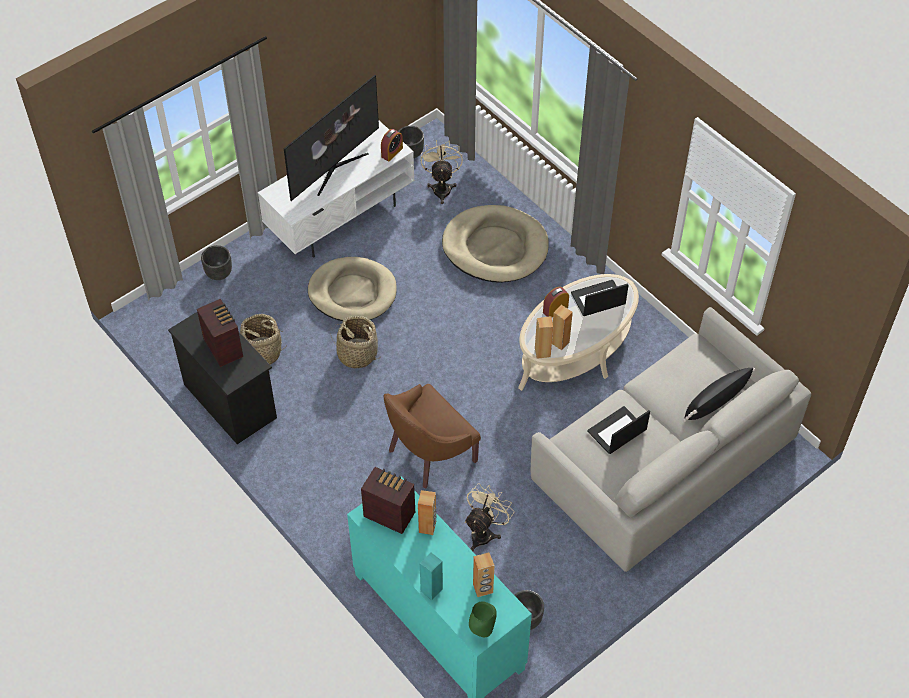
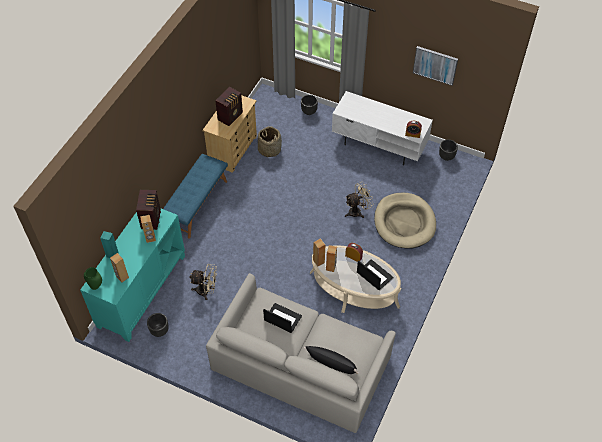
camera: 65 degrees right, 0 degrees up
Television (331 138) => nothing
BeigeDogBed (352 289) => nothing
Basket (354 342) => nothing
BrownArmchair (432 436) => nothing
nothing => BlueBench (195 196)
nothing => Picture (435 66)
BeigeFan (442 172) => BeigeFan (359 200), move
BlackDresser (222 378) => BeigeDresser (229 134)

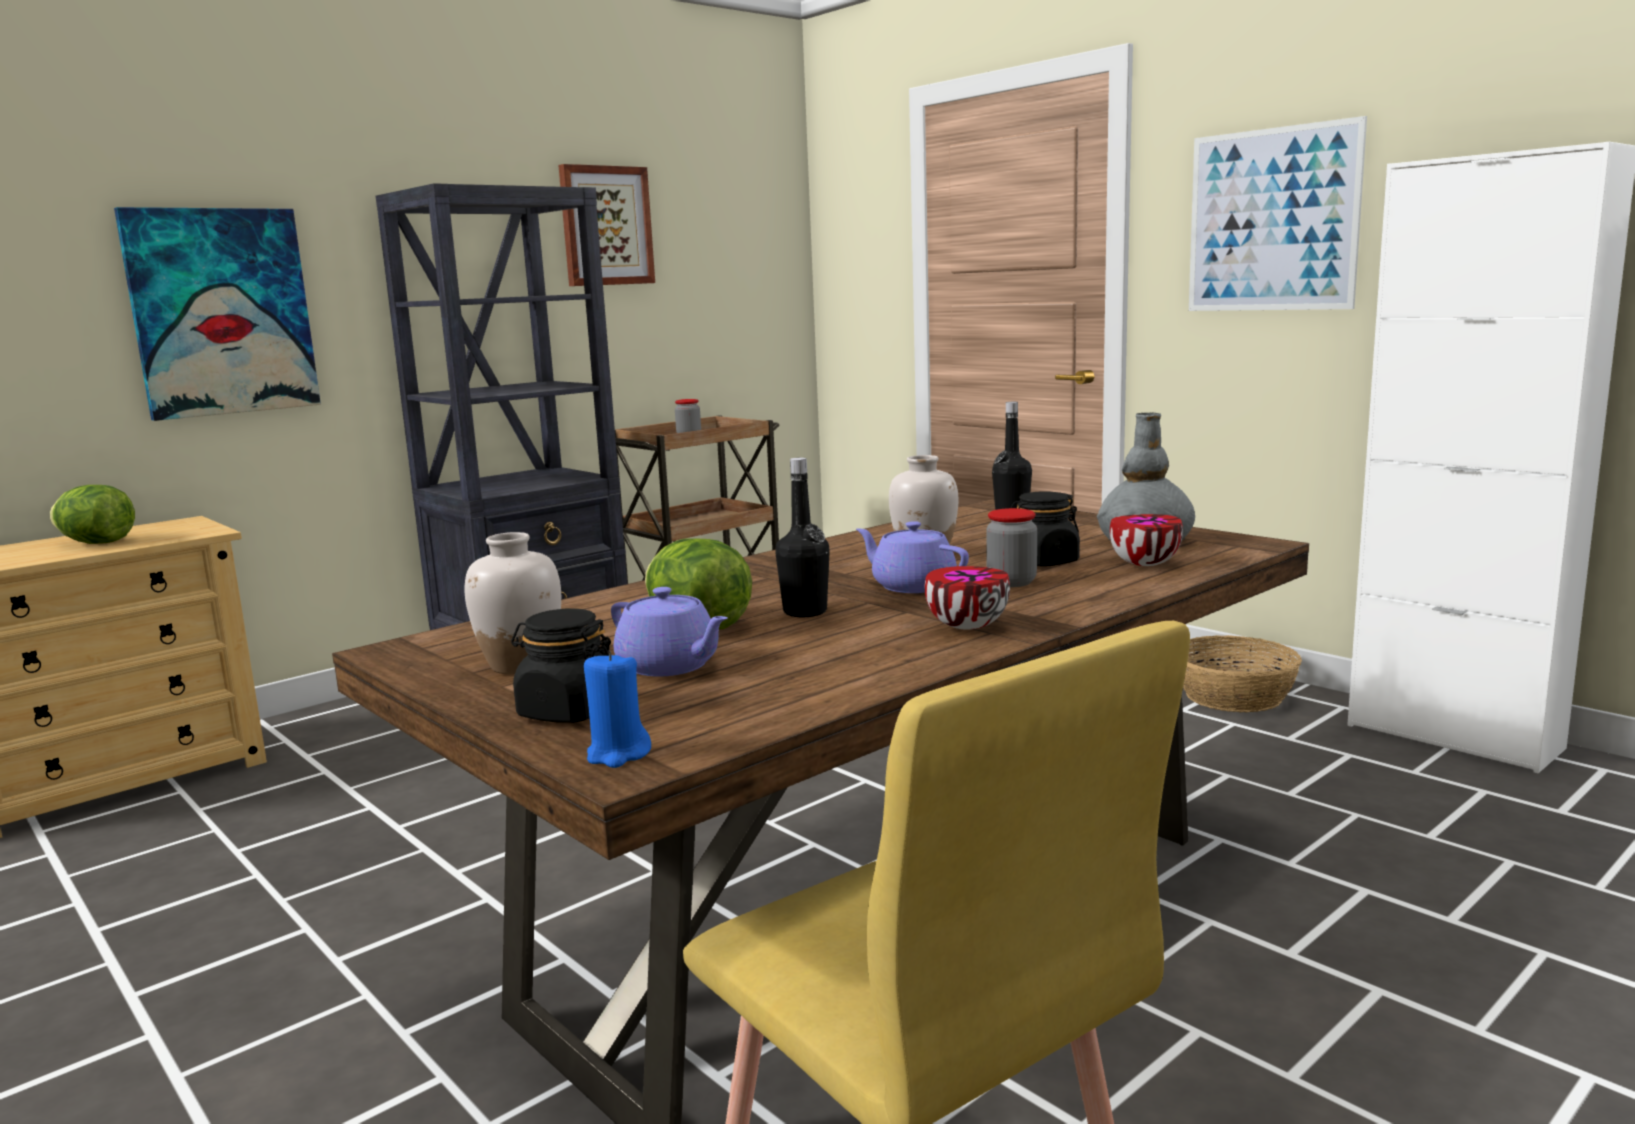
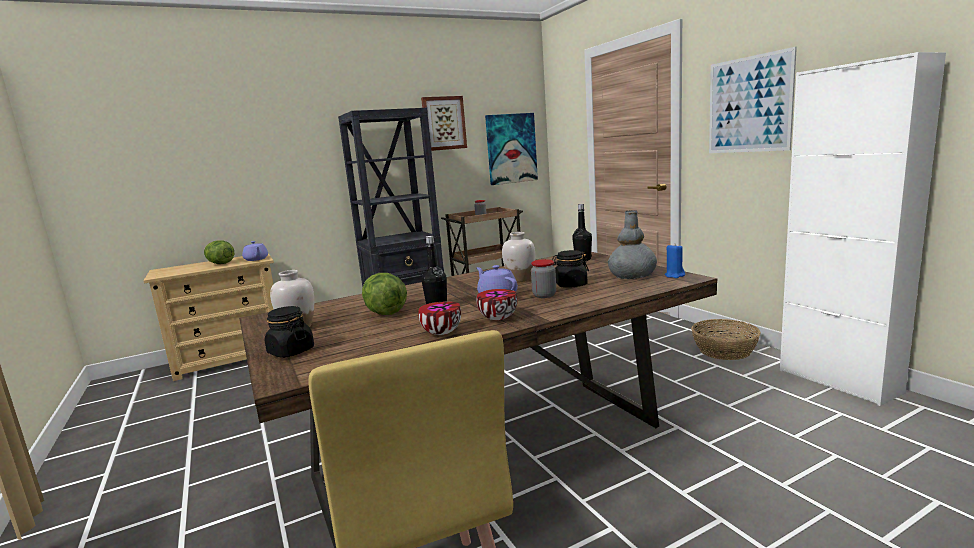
camera: 15 degrees right, 0 degrees up
Picture (217 314) => Picture (511 149), move
BlueCandle (617 709) => BlueCandle (675 261), move
PurpleTeapot (669 632) => PurpleTeapot (255 251), move
Bowl (1146 540) => Bowl (439 318), move

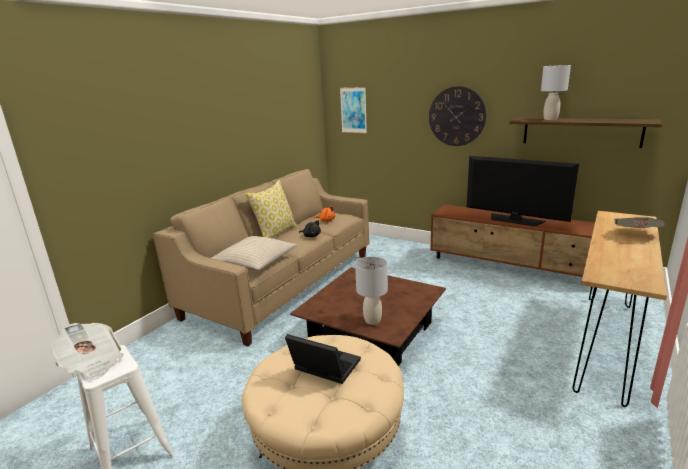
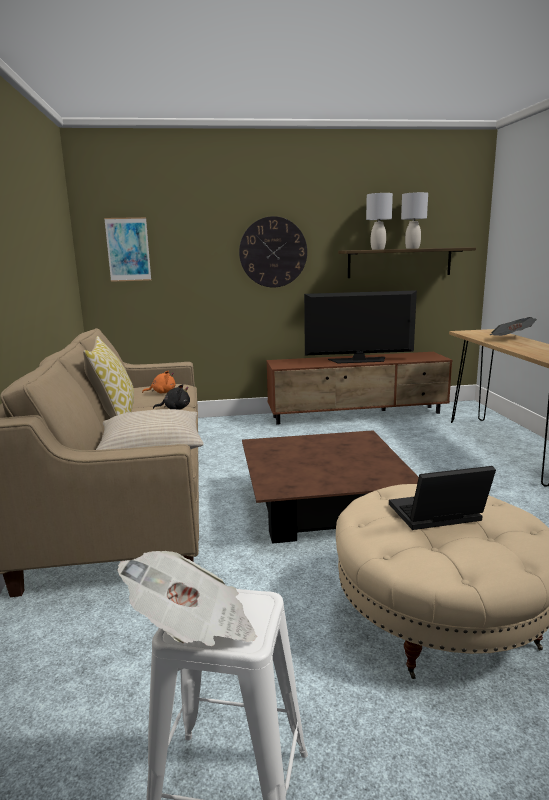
camera: 40 degrees left, 5 degrees down
GreyTableLamp (371 290) => GreyTableLamp (414 220), move

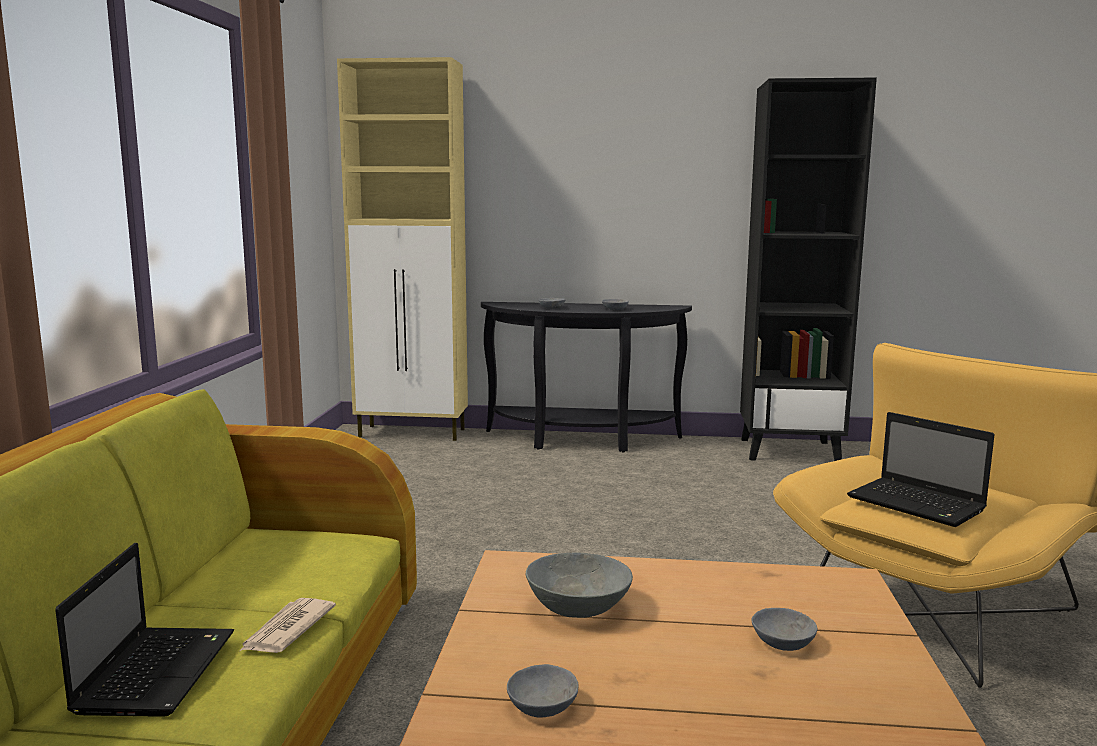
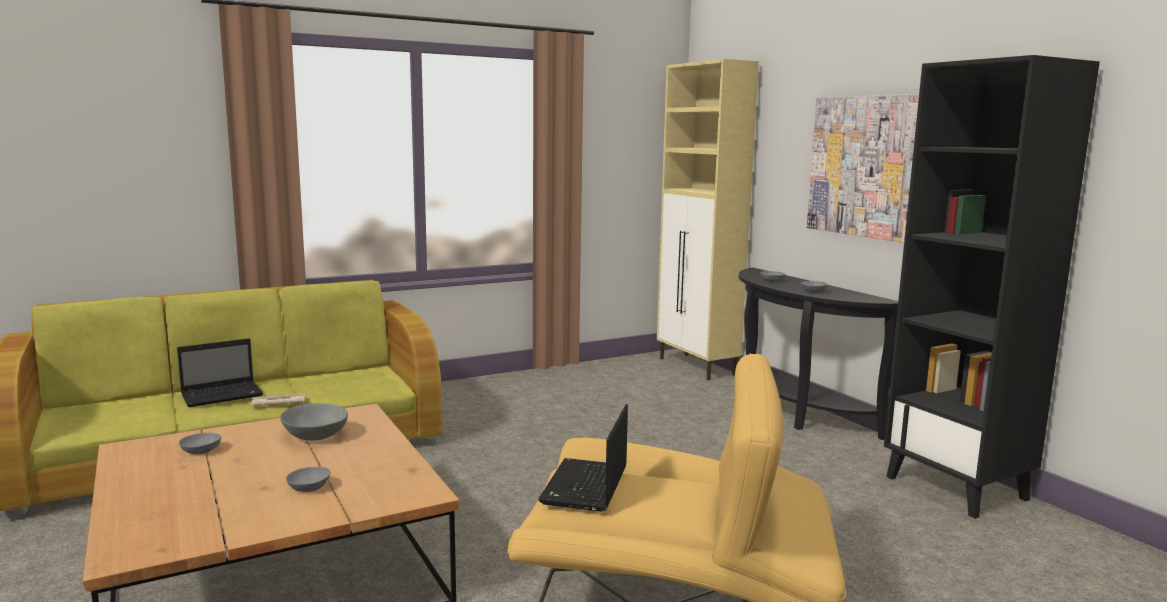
camera: 55 degrees right, 0 degrees up
nothing => Picture (863 168)

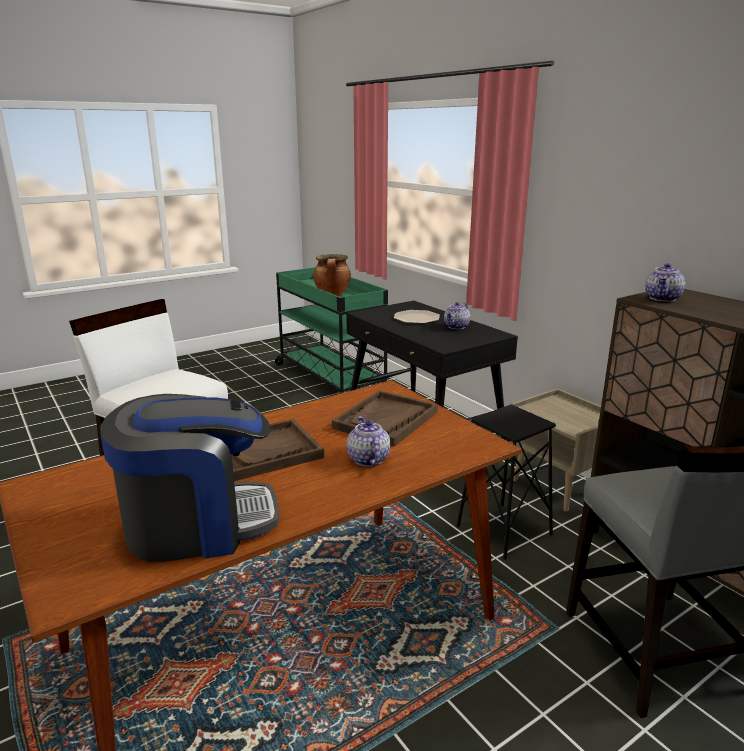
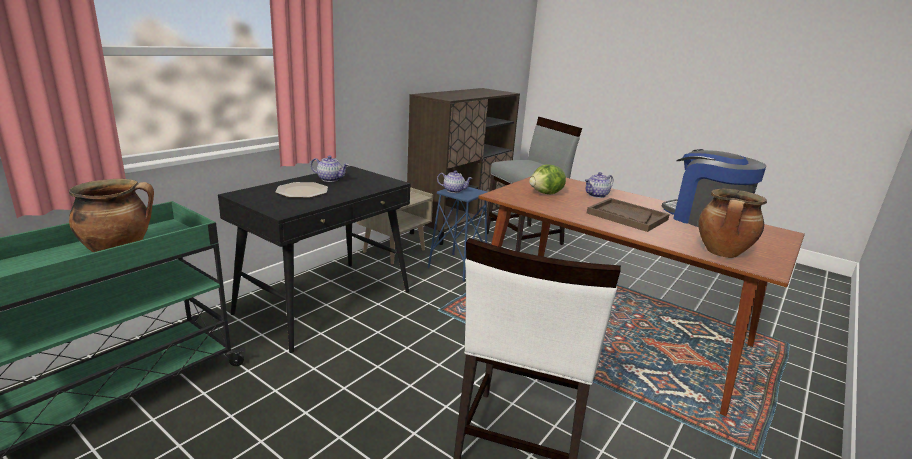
camera: 110 degrees left, 0 degrees up
nothing => CookingPot (732 223)
Teapot (665 282) => Teapot (454 181), move
BrownTray (385 418) => Lettuce (547 179)
BlackStool (506 482) => BlueStool (457 234)

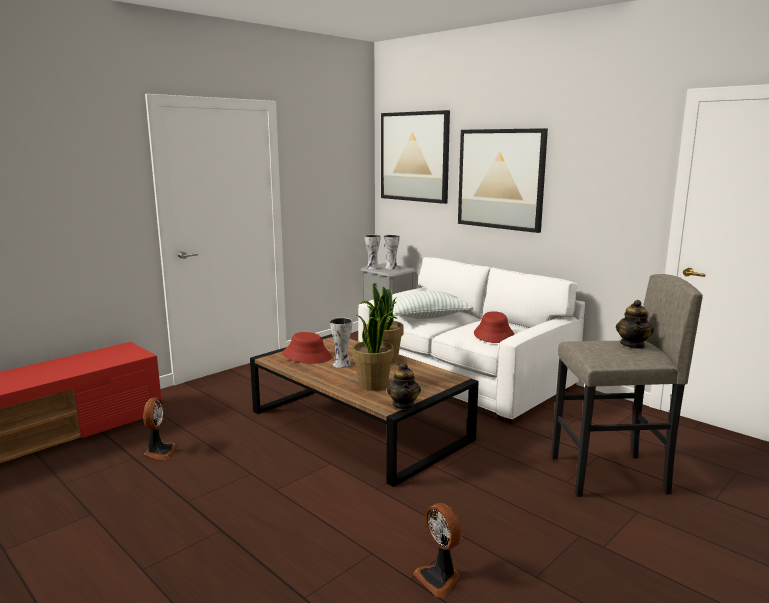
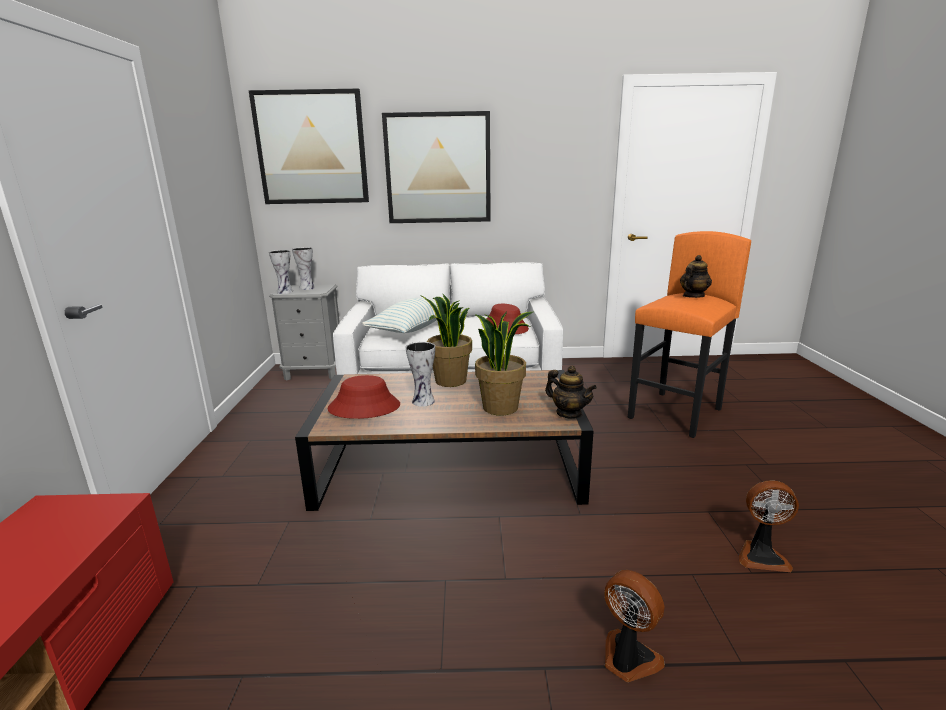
camera: 45 degrees left, 5 degrees up
Fan (160 428) => Fan (634 626), move
GreyStool (627 385) => OrangeStool (689 334)
Teapot (635 324) => Teapot (696 276), 105 degrees counterclockwise

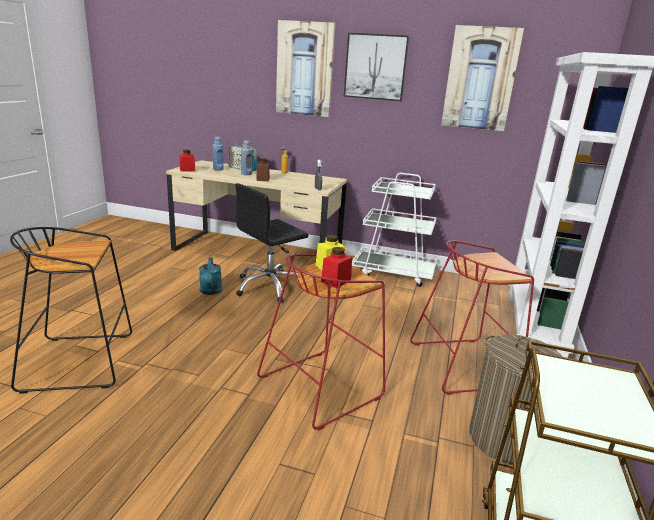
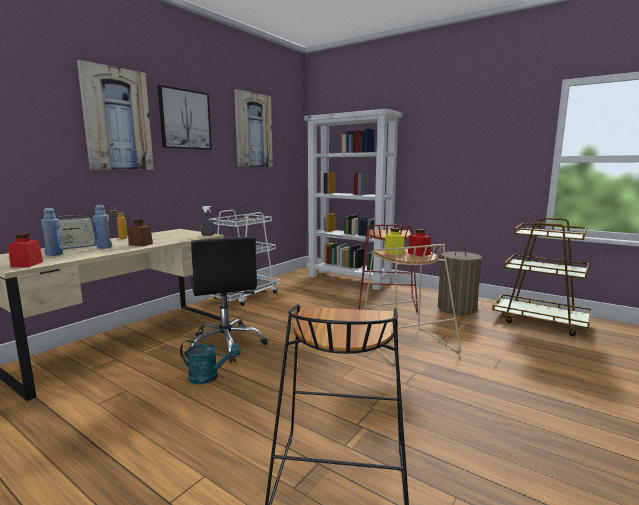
camera: 70 degrees left, 10 degrees down
RedStool (321 342) => BeigeStool (412 304)

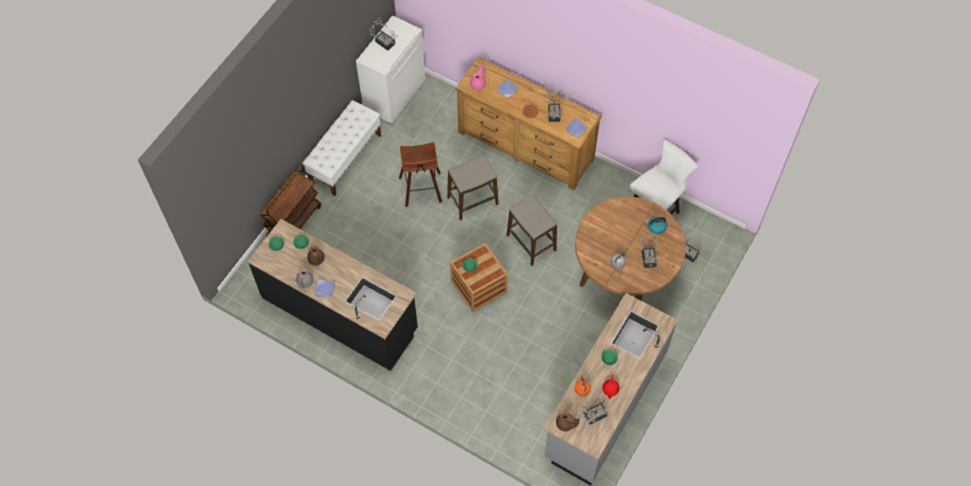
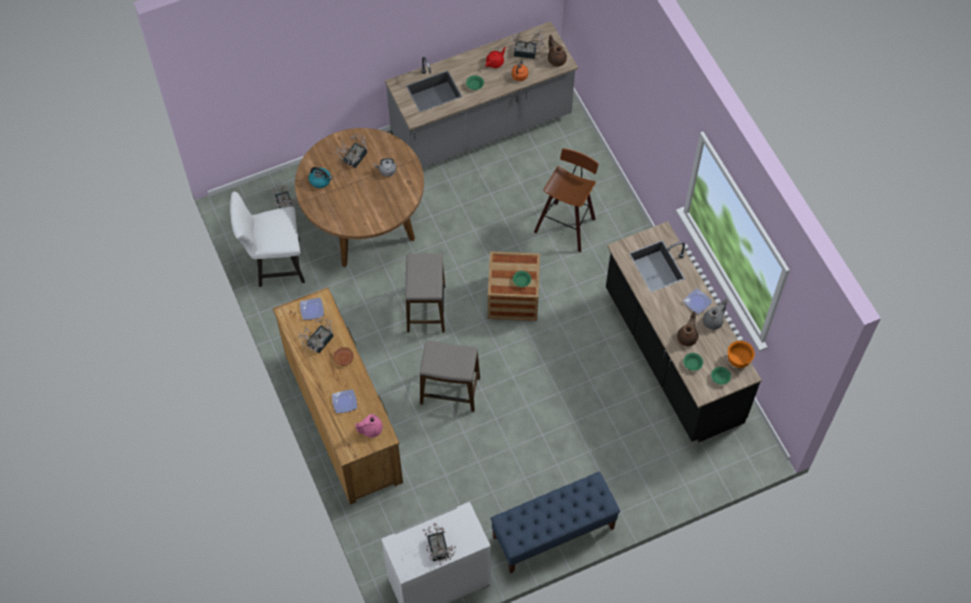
camera: 145 degrees left, 0 degrees up
BrownCart (290 201) => nothing
nothing => OrangeBowl (741 354)
Stool (420 174) => Stool (566 200), move
WhiteBench (342 148) => BlueBench (555 523)

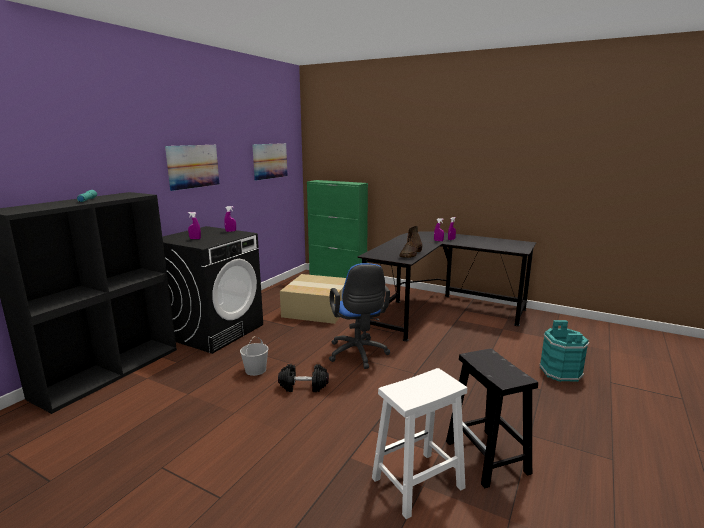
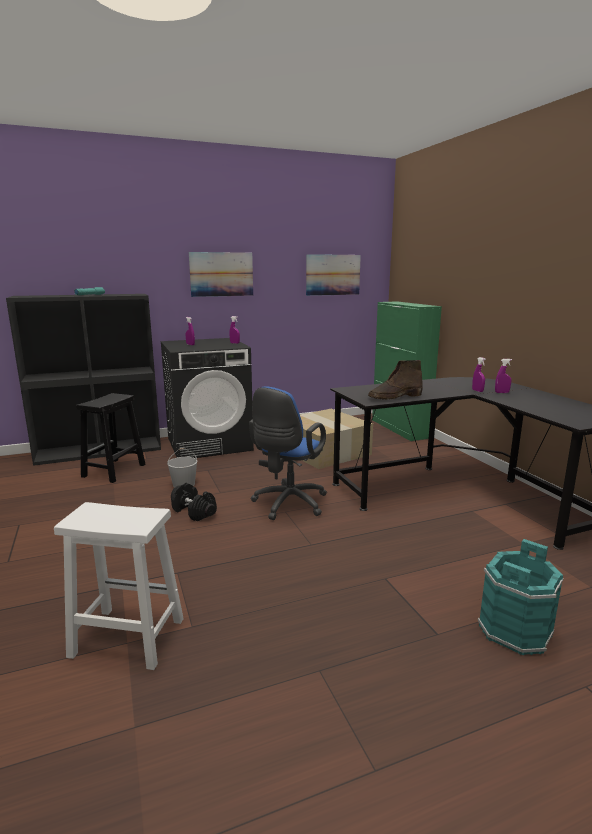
camera: 40 degrees right, 0 degrees up
BlackStool (492 418) => BlackStool (111 438), move

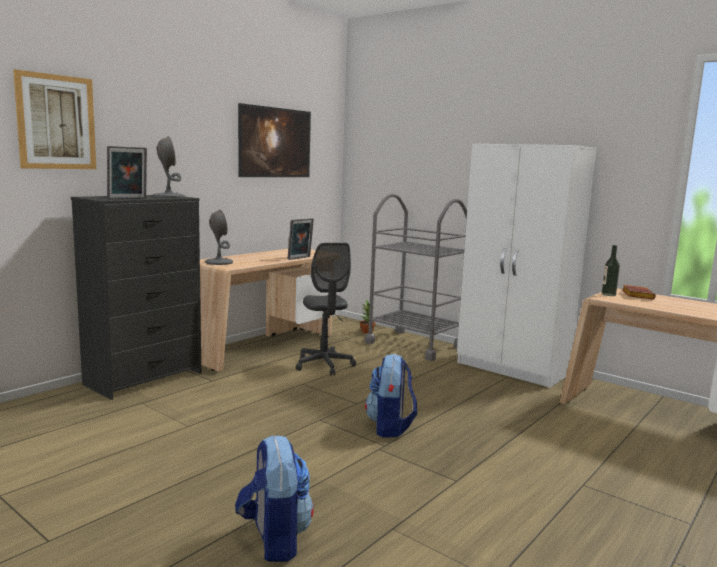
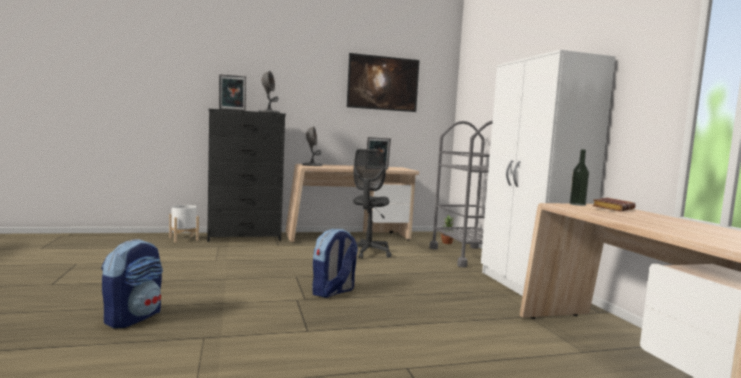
camera: 35 degrees right, 5 degrees down
Picture (54 119) => nothing
nothing => WhitePlanter (184 224)

